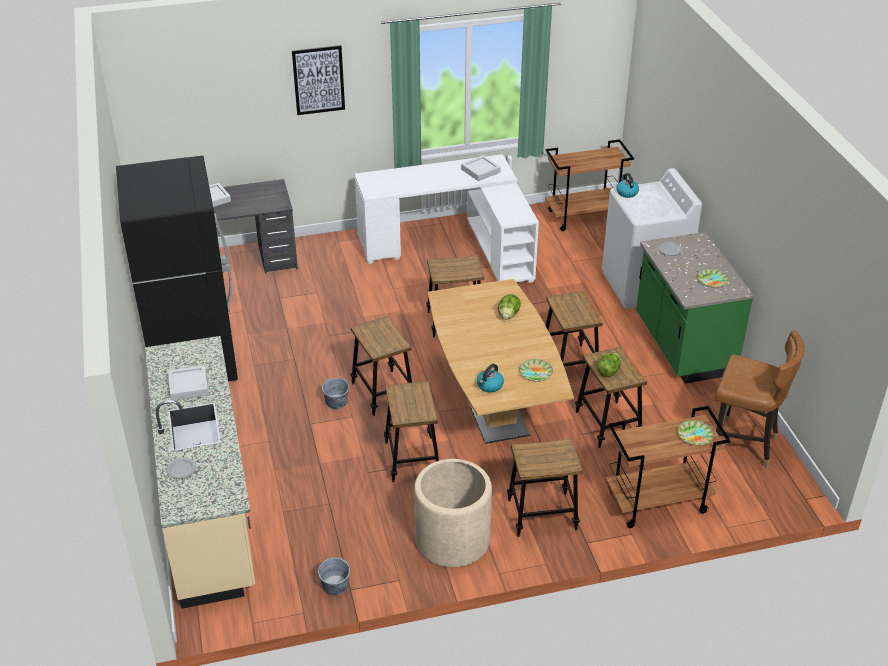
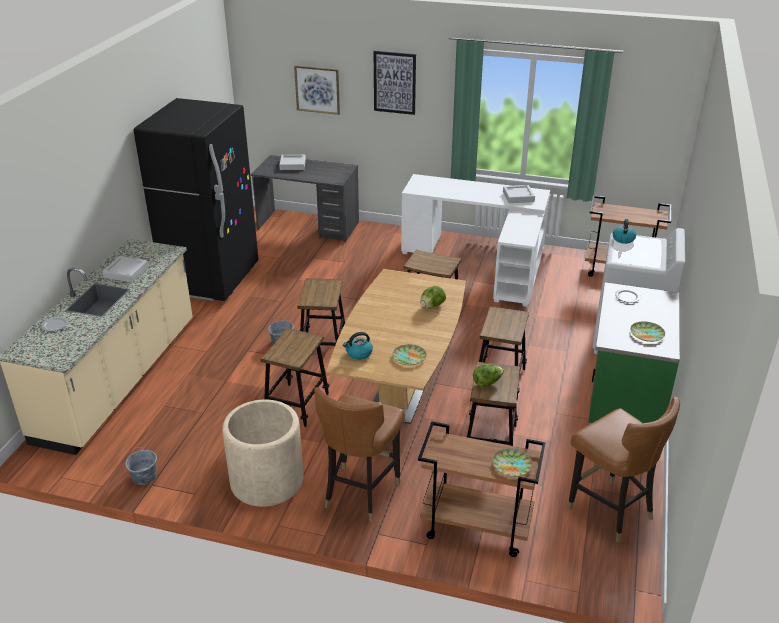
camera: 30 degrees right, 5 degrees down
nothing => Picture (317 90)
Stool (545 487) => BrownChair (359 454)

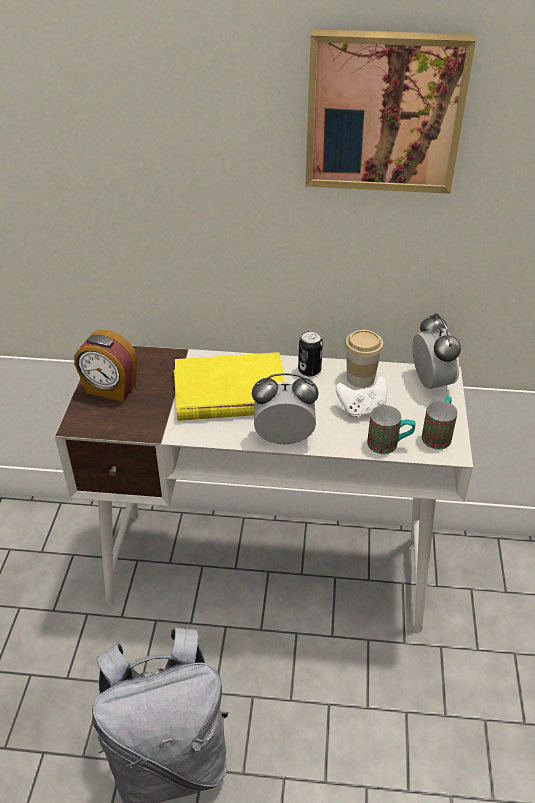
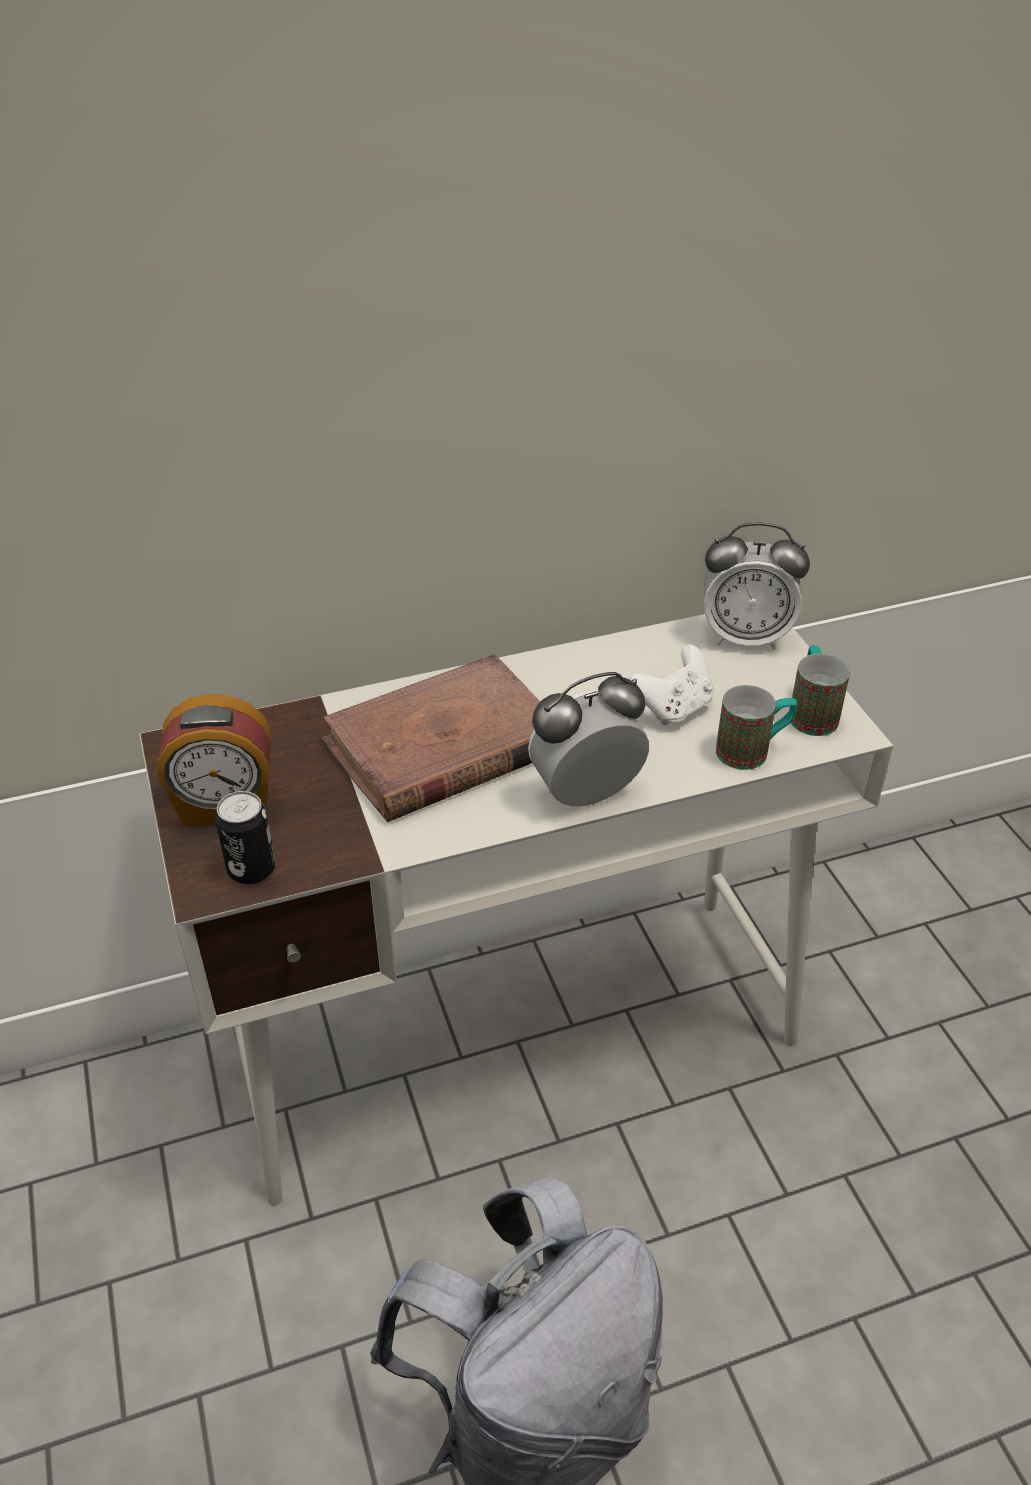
camera: 25 degrees left, 0 degrees up
Picture (390 111) => nothing
Cup (364 359) => nothing
Can (310 353) => Can (245 837), move
YellowBook (229 386) => BrownBook (431 738)
AlarmClock (436 353) => AlarmClock (757 585), 135 degrees clockwise

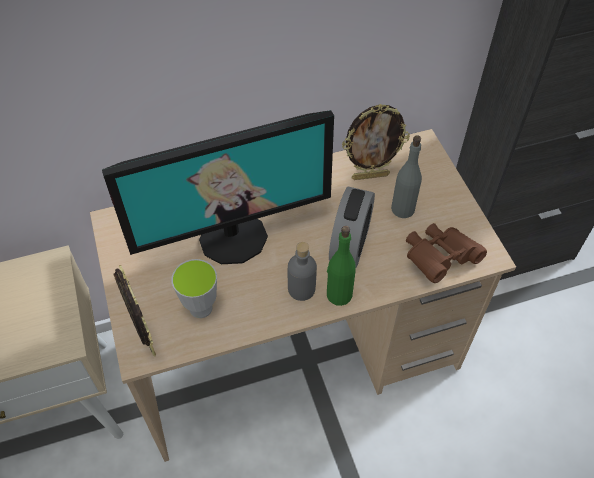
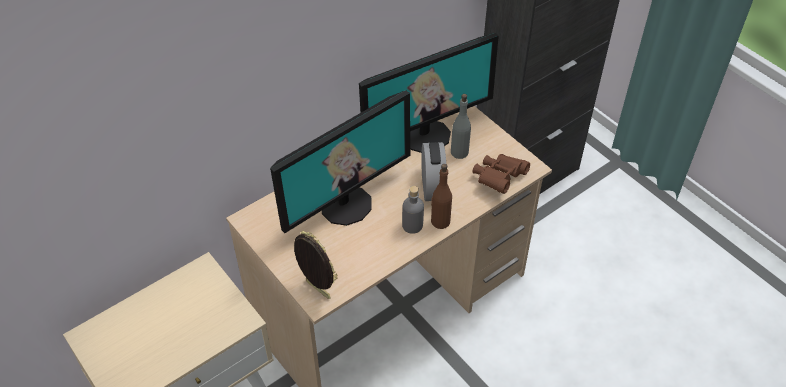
camera: 20 degrees left, 5 degrees down
Cup (194 288) => nothing
PictureFrame (376 142) => Monitor (429 93)
GreenBottle (341 266) => BrownBottle (441 196)

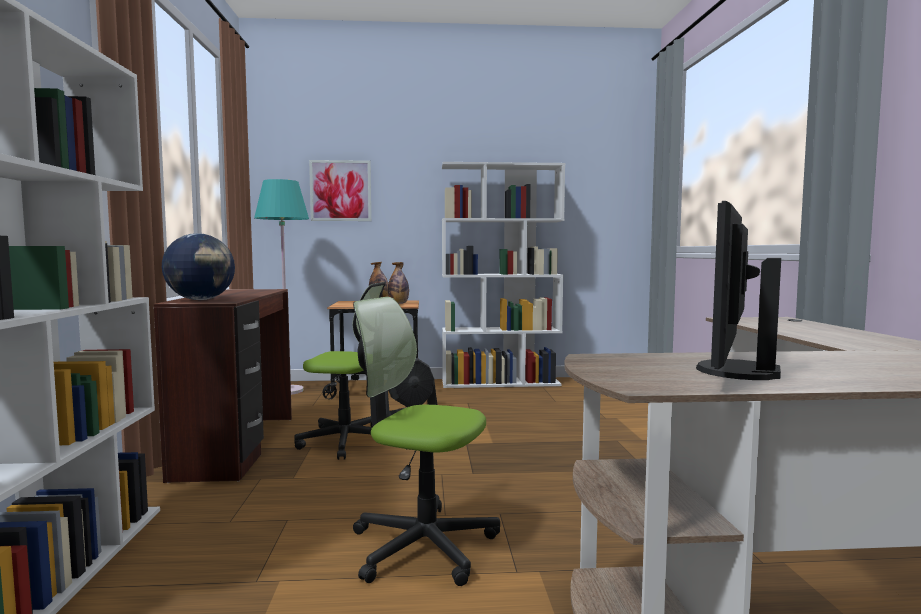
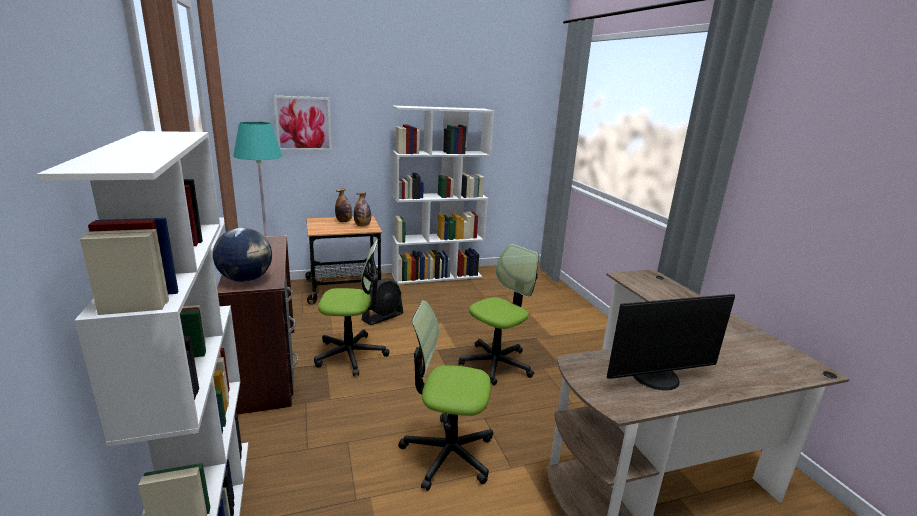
camera: 15 degrees left, 15 degrees up
nothing => OfficeChair (498 314)
Monitor (738 290) => Monitor (671 342), 120 degrees counterclockwise

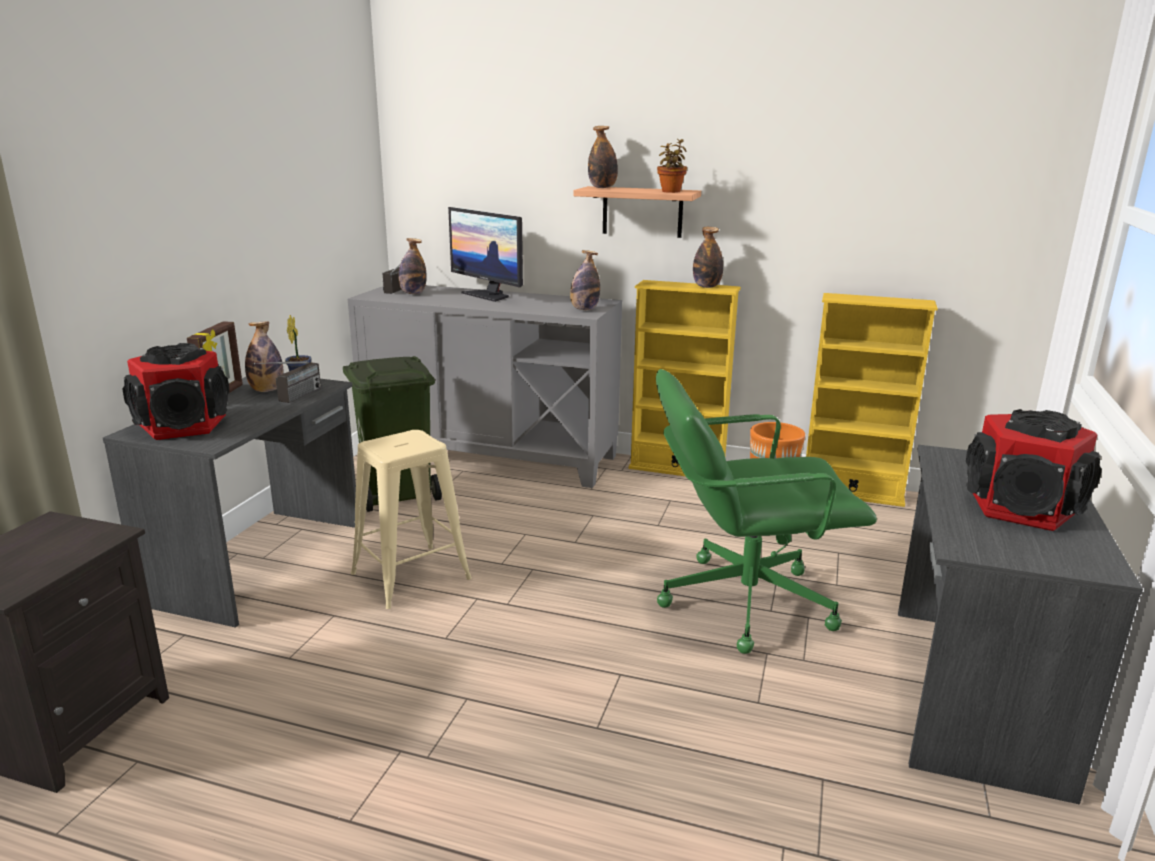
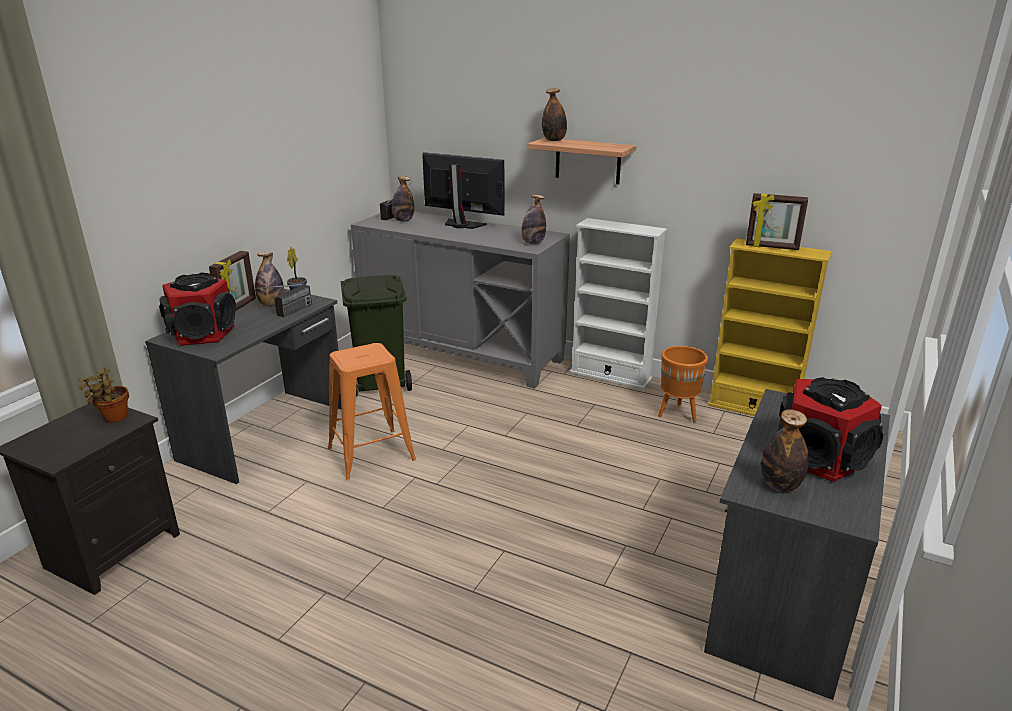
camera: 10 degrees right, 5 degrees up
GreenOfficeChair (766 511) => nothing
nothing => PictureFrame (777 221)
PottedPlant (672 166) => PottedPlant (103 395), move
Bottle (708 257) => Bottle (785 451), move
BeigeStool (411 519) => OrangeStool (372 411)
YellowBookcase (684 378) => WhiteBookcase (618 304)
Monitor (485 254) => Monitor (463 190), 150 degrees clockwise

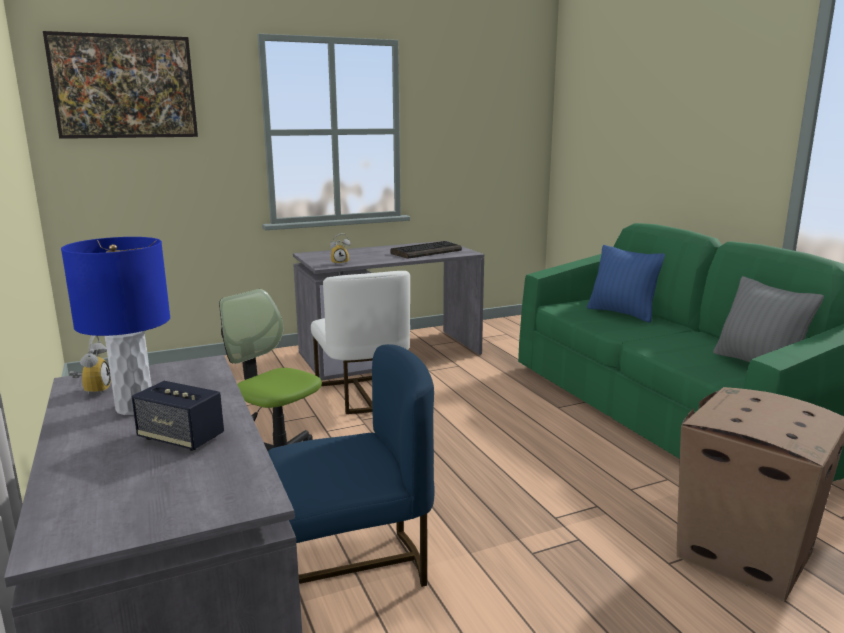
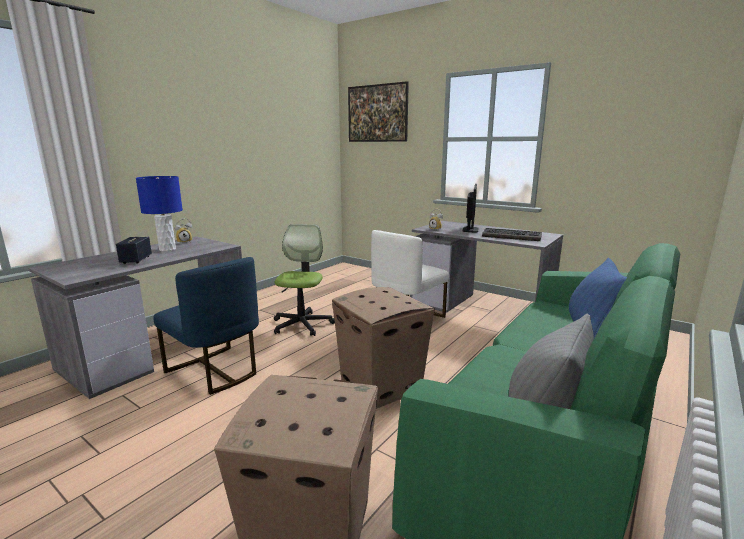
camera: 60 degrees right, 0 degrees up
nothing => CardboardBox (383 348)
nothing => Monitor (470 208)

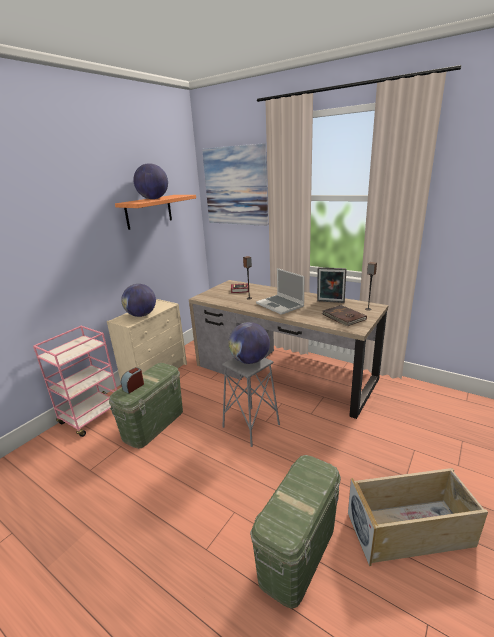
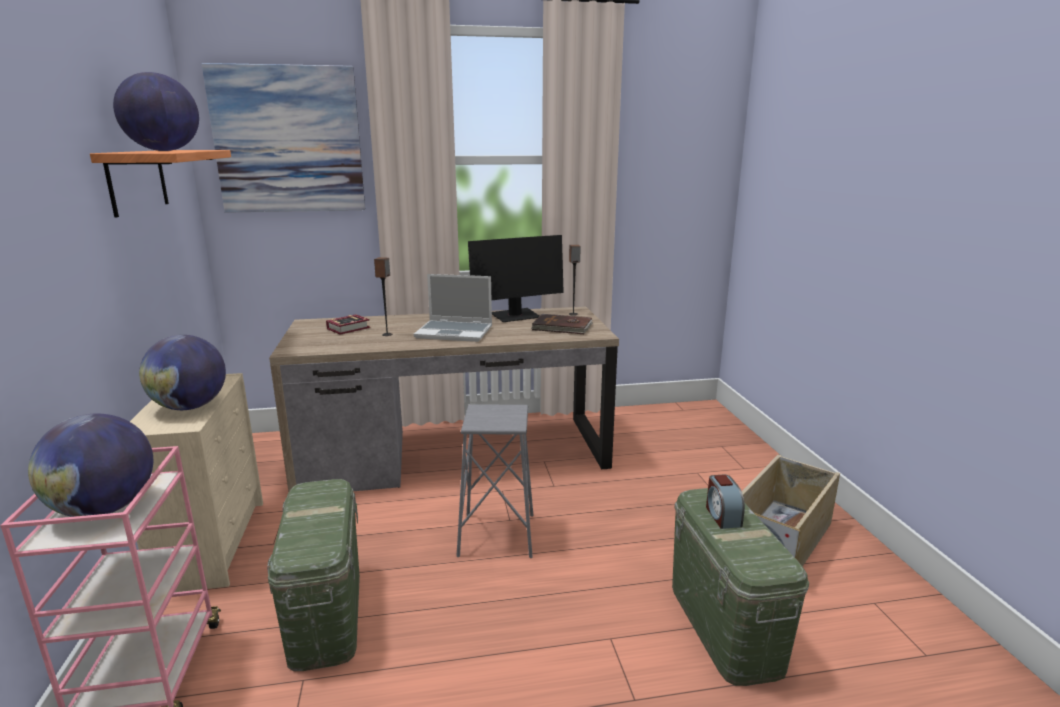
camera: 45 degrees left, 5 degrees down
AlarmClock (132 380) => AlarmClock (725 502), move
Globe (249 343) => Globe (90 465), move
PictureFrame (332 285) => Monitor (516 278)

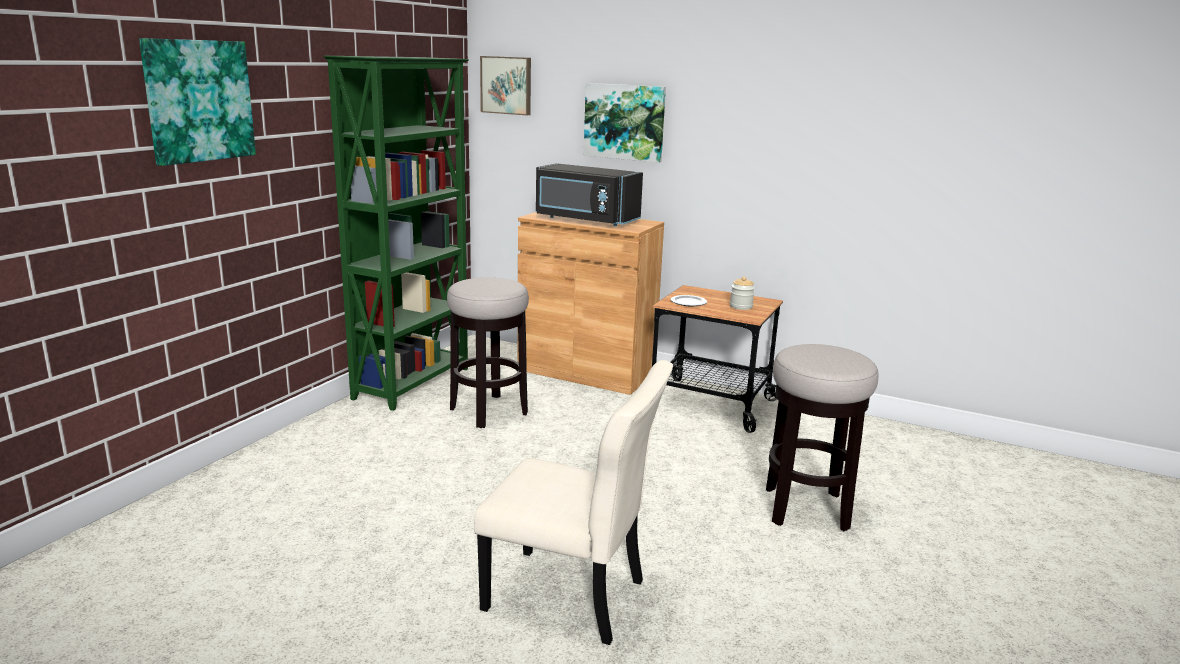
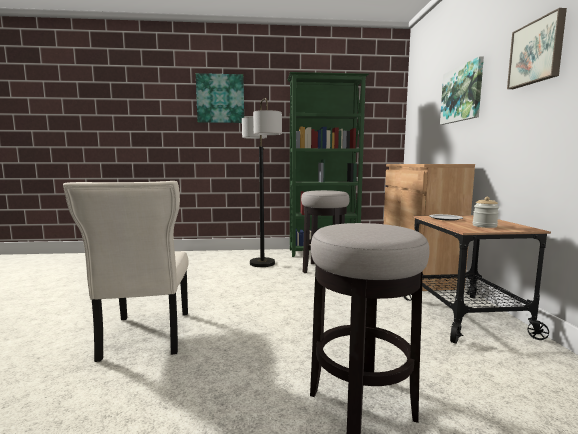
camera: 60 degrees right, 10 degrees down
BlackMicrowave (589 195) => nothing
nothing => FloorLamp (262 182)
Picture (505 85) => Picture (537 48), move

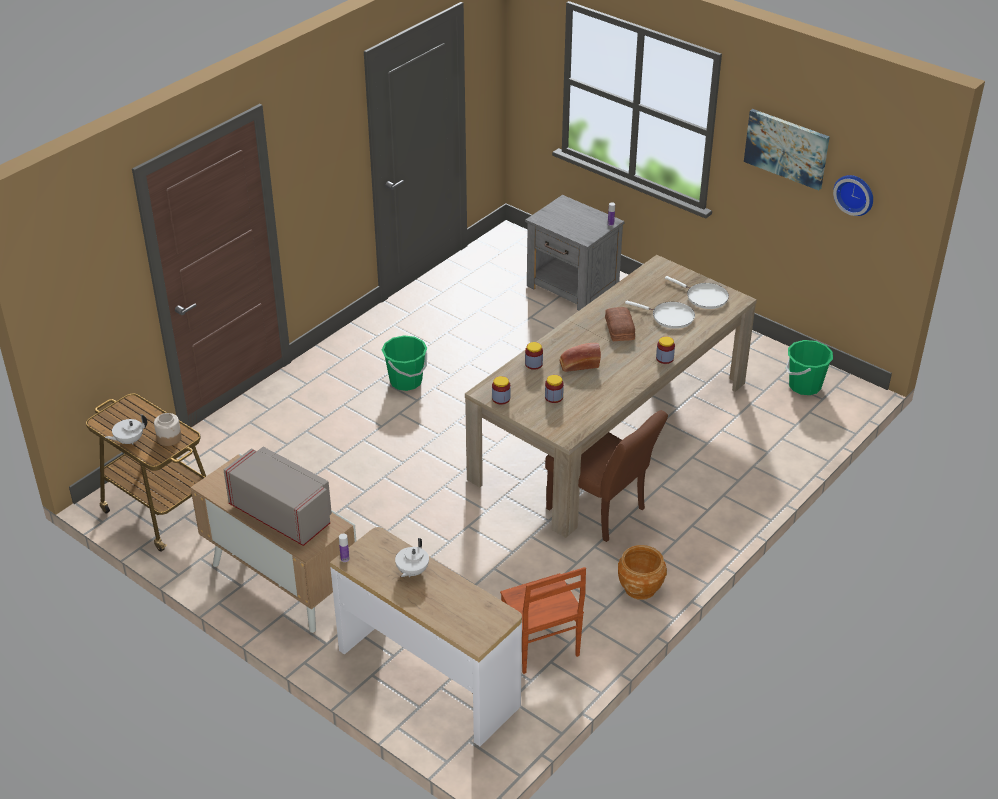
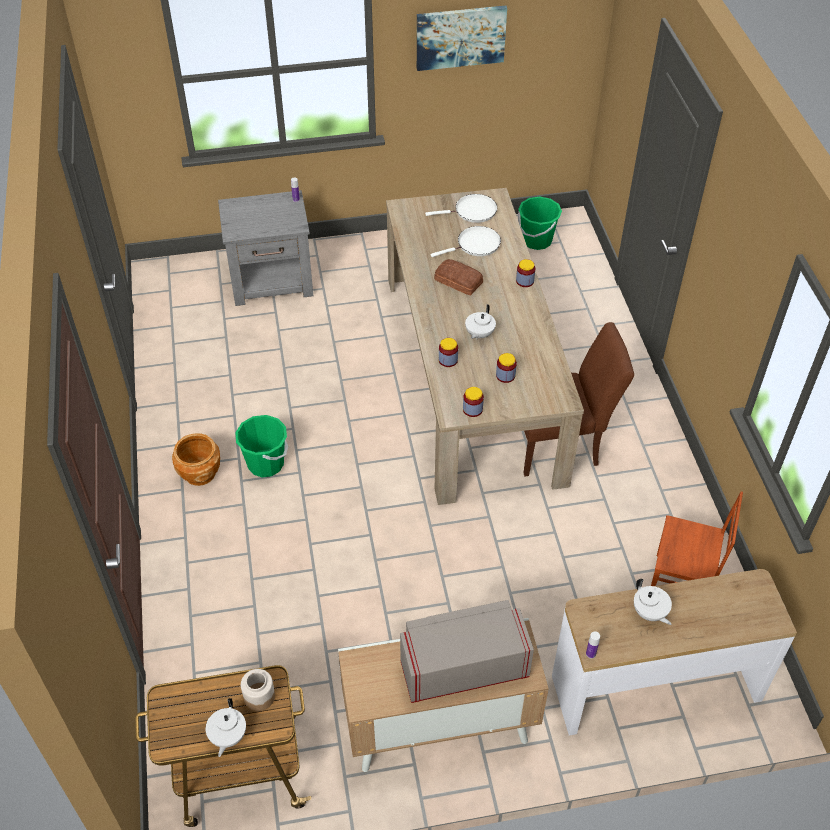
camera: 50 degrees left, 10 degrees up
WallClock (853 195) => nothing
BrownPlanter (642 572) => BrownPlanter (196 459), move
Bread (580 357) => WhiteTeapot (480 321)

